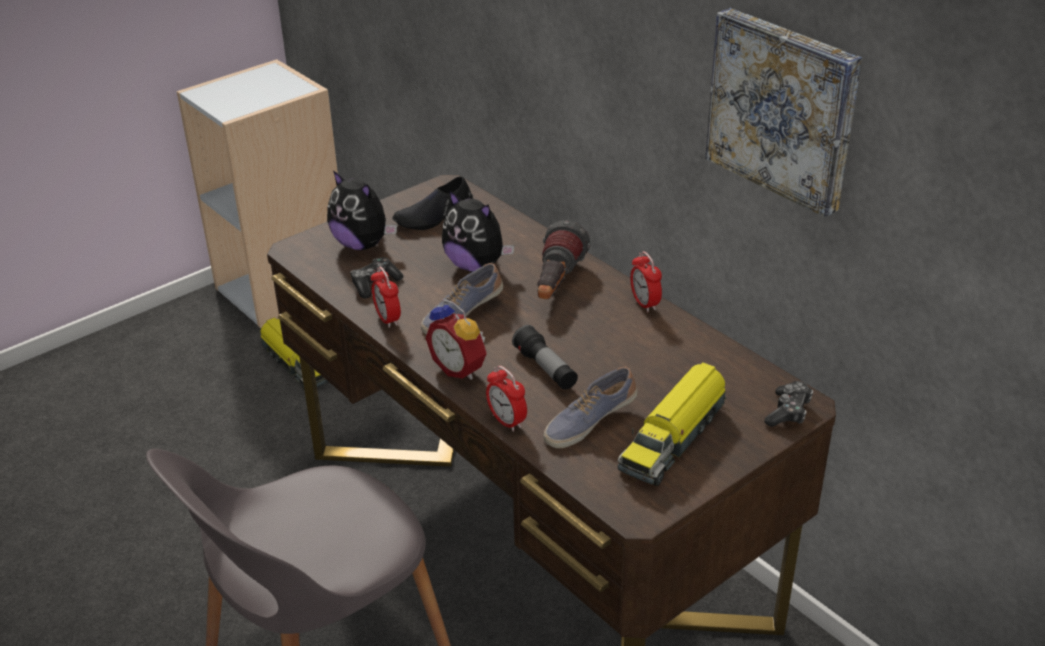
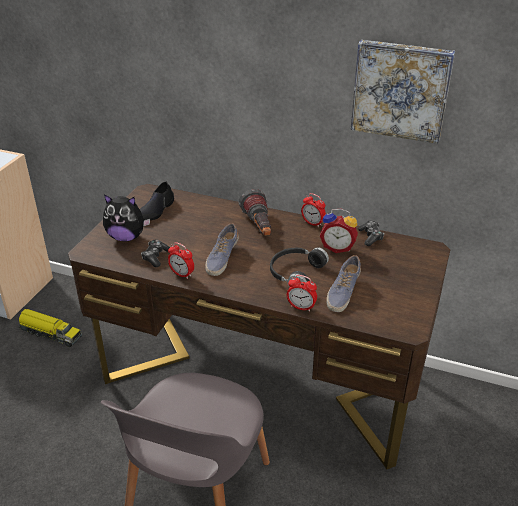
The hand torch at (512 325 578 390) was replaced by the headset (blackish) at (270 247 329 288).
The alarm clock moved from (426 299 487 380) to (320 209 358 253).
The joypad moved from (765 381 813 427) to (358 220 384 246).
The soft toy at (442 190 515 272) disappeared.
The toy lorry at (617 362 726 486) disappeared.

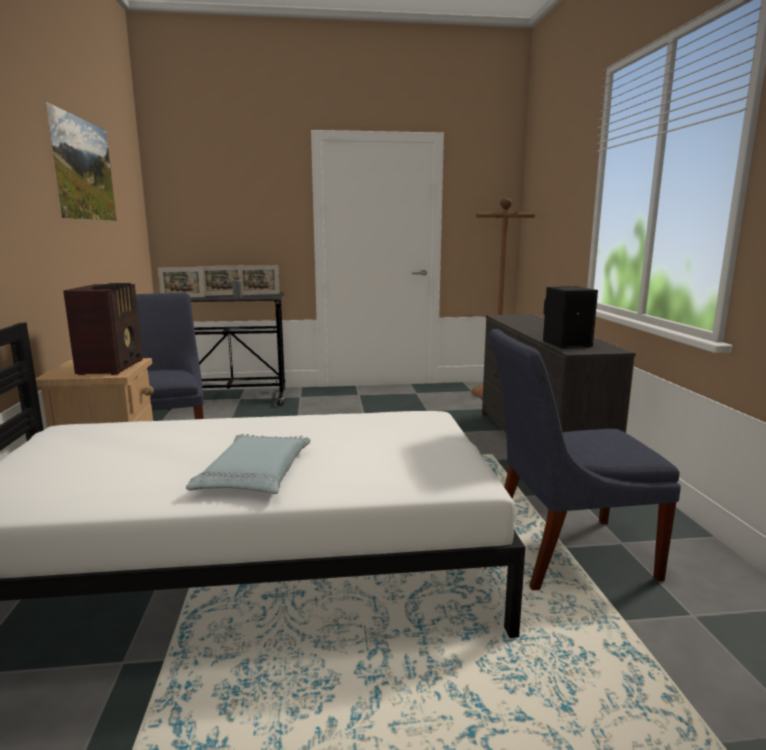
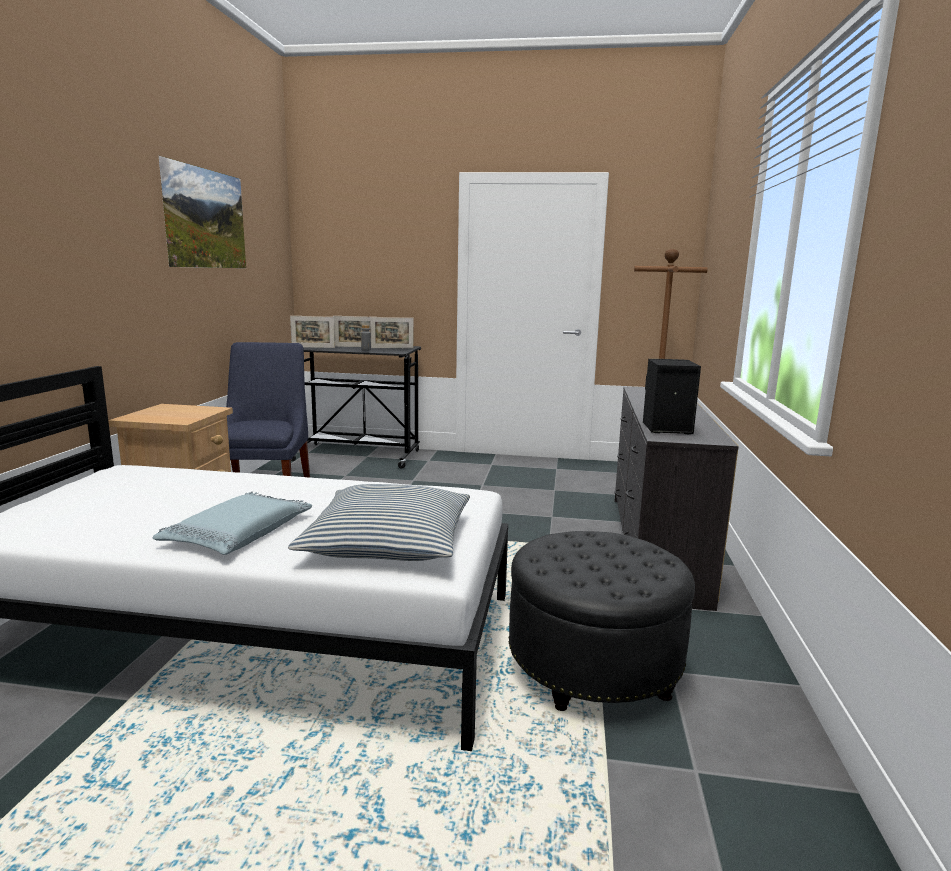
The cushion at (288 484 470 561) appeared.
The upright chair (bluish) at (489 329 681 590) was replaced by the pouffe (blackish) at (509 531 695 711).
The radio at (63 283 143 375) disappeared.

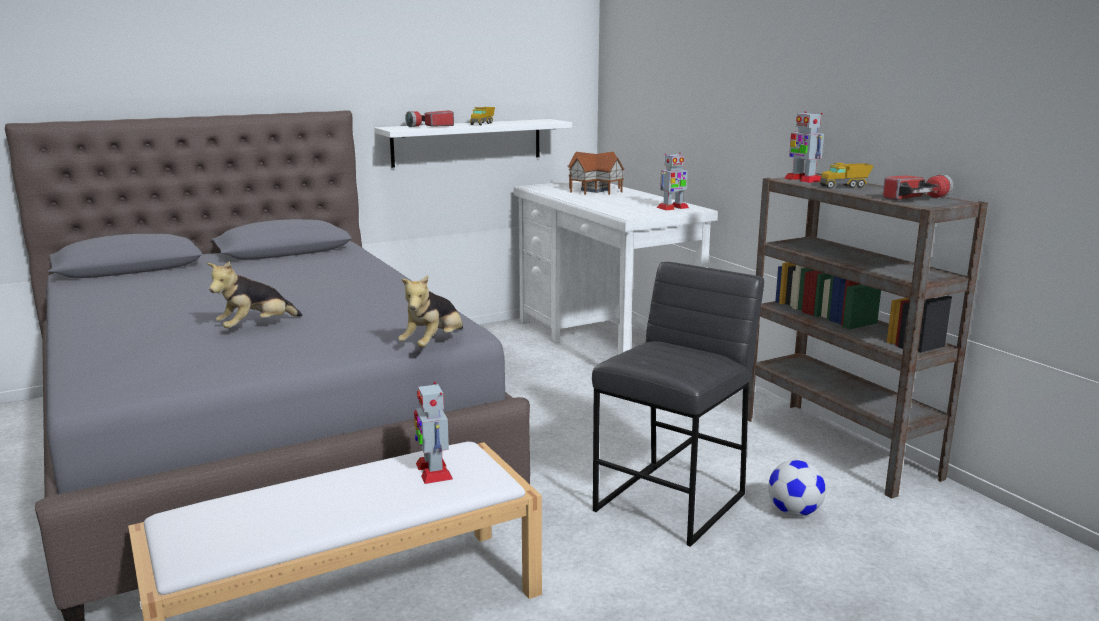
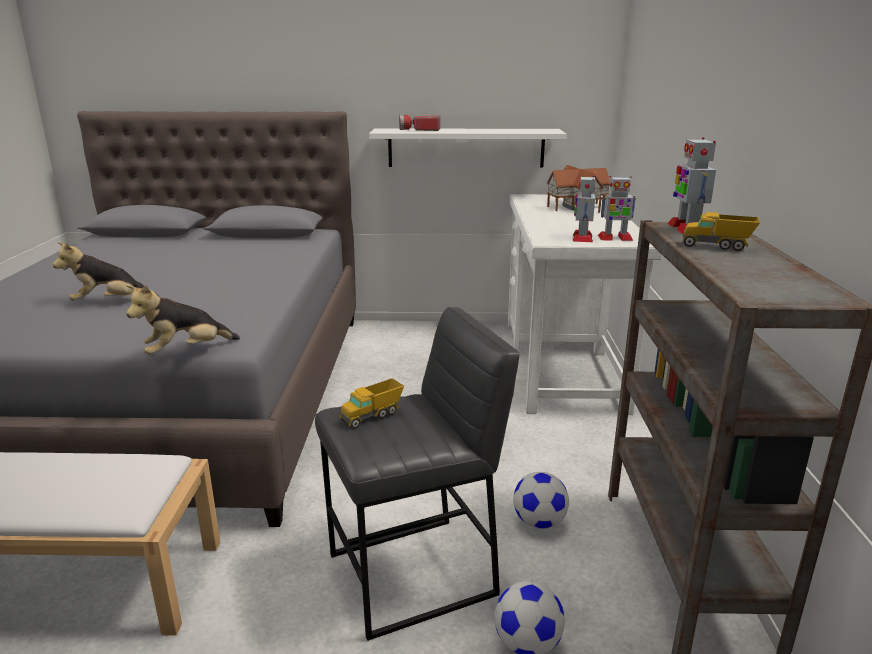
The toy lorry moved from (470 107 495 125) to (340 378 404 429).
The football at (513 472 569 529) appeared.
The toy robot moved from (414 382 453 484) to (573 175 595 242).
The hand torch at (883 174 953 201) disappeared.

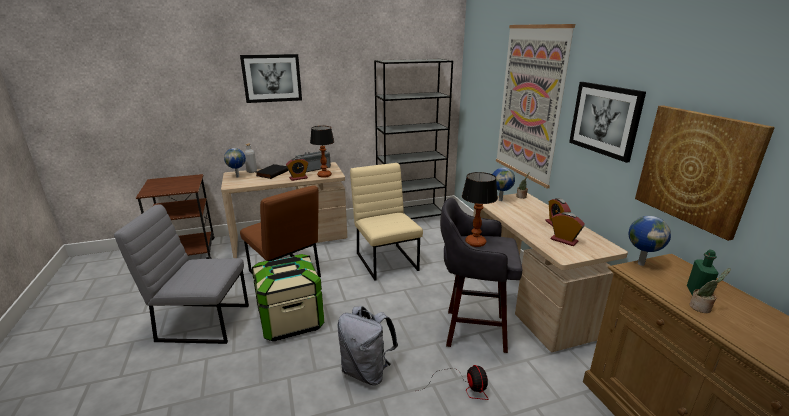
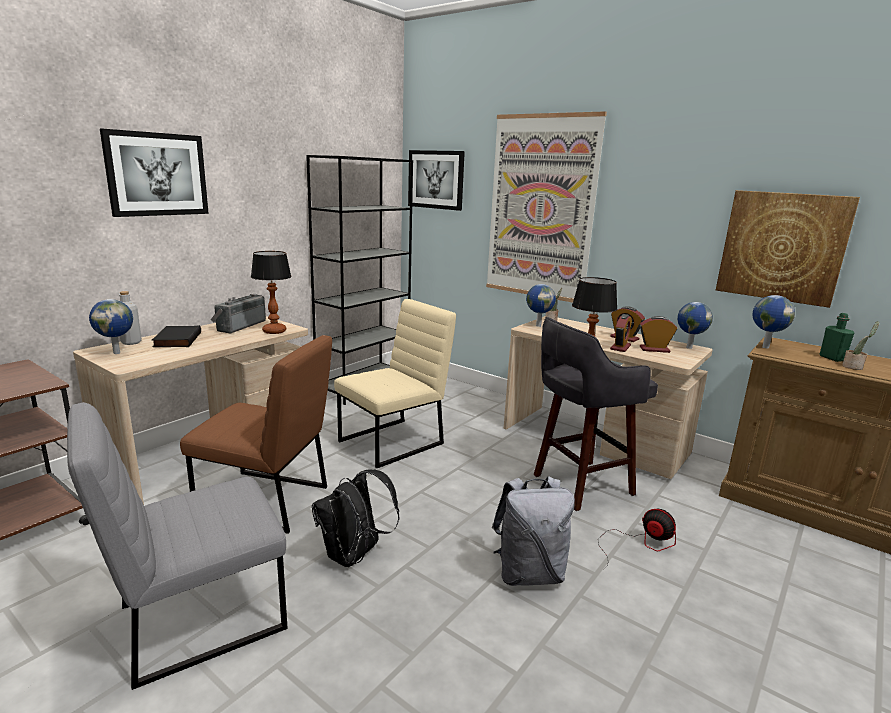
The storage container at (252 254 324 341) was replaced by the backpack (blackish) at (312 469 399 567).
The upright chair (sand-coloured) at (350 163 423 281) turned 105 degrees clockwise.
The wall art moved from (569 82 646 163) to (408 150 465 211).
The alarm clock moved from (286 158 308 181) to (610 314 632 352).
The globe at (677 302 713 349) appeared.

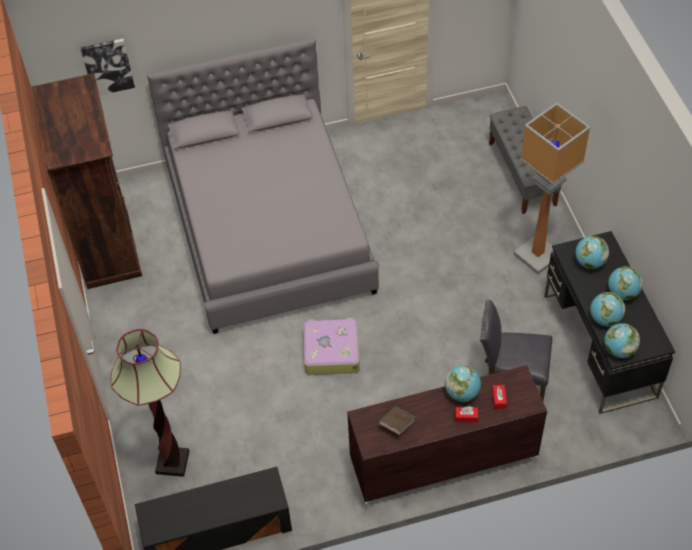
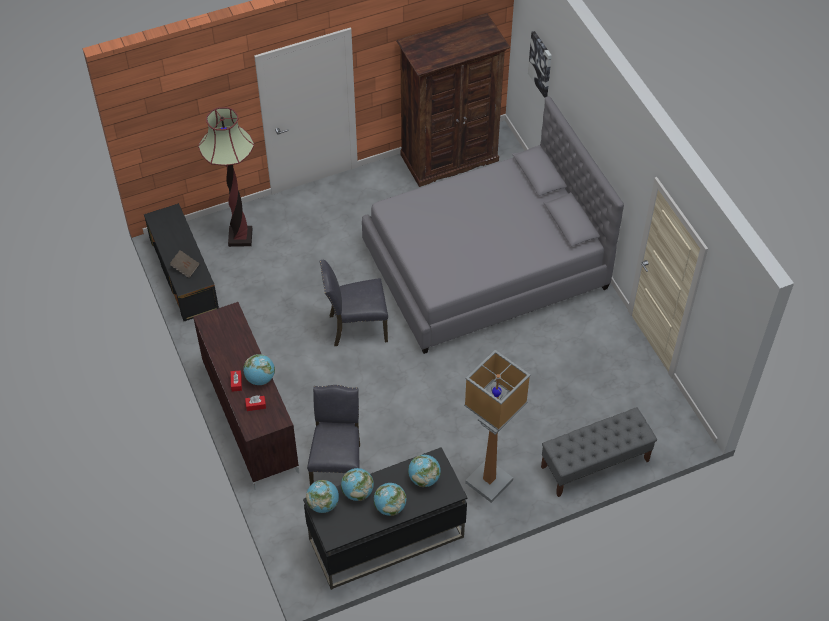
The volume (brown-coloured) moved from (379 406 415 435) to (169 250 200 278).
The suitcase at (304 318 360 375) was replaced by the upright chair (gray) at (319 260 388 346).

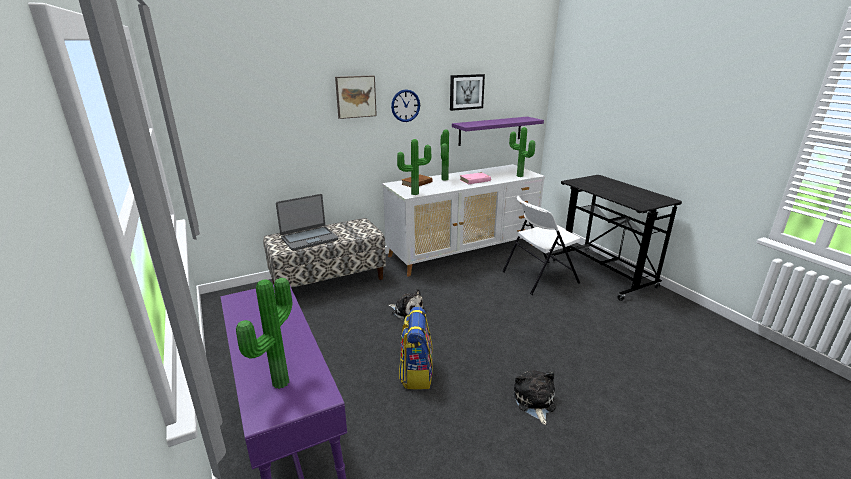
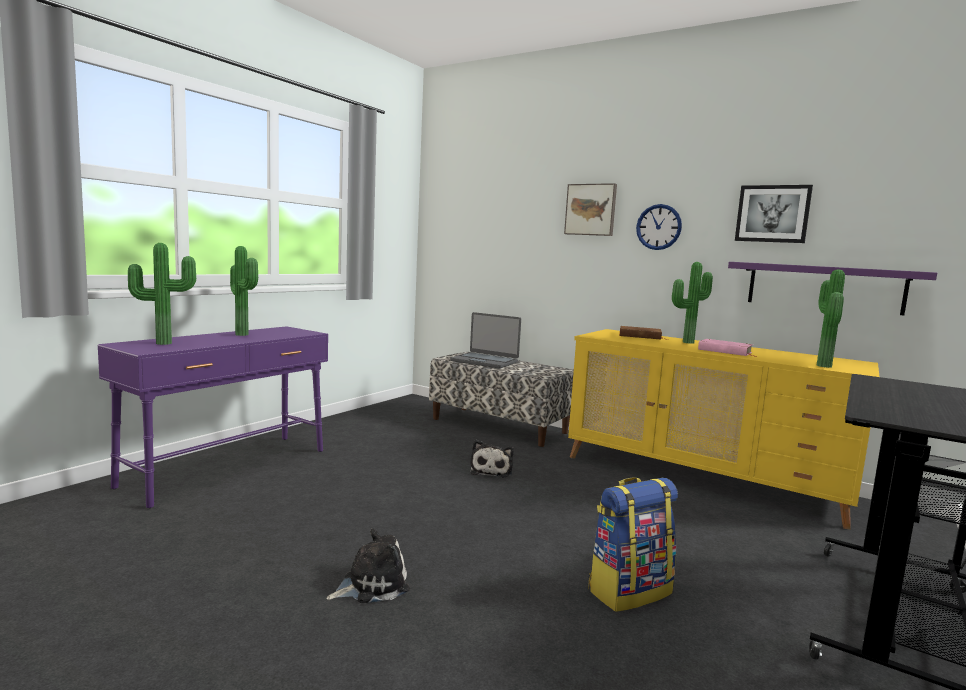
The potted plant moved from (397 139 431 195) to (230 246 258 336).
The chest of drawers (white-coloured) at (382 164 545 277) became the chest of drawers (yellowish) at (568 329 879 530).
The backpack moved from (399 307 433 389) to (588 477 678 612).
The upright chair (white-coloured) at (503 196 580 295) disappeared.

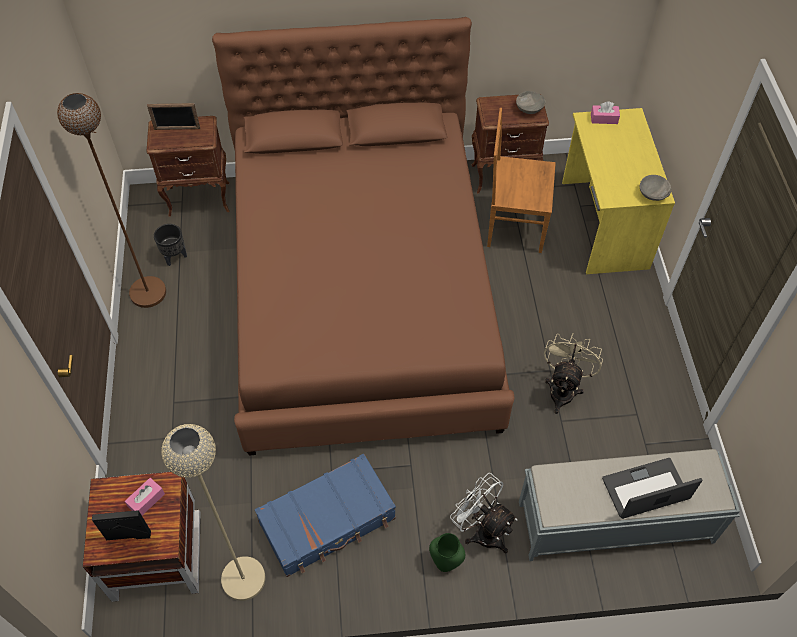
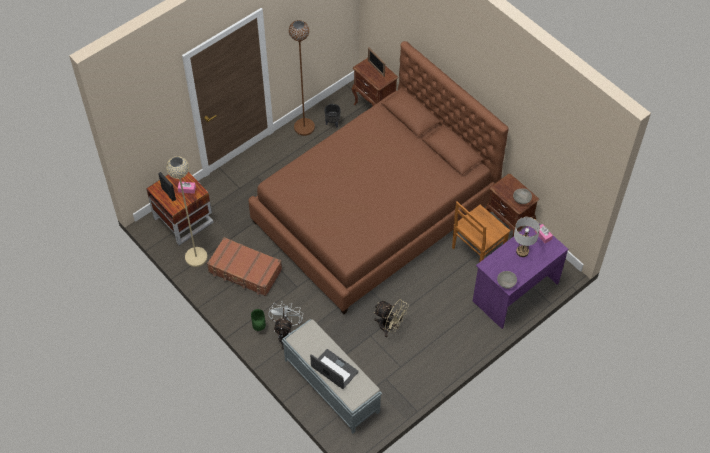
The suitcase (bluish) at (255 454 396 577) became the suitcase (brown-coloured) at (207 237 282 296).
The cooling fan (sand-coloured) at (544 333 603 414) turned 45 degrees clockwise.
The upright chair (brown-coloured) at (487 108 556 253) turned 105 degrees counterclockwise.
The desk (yellowish) at (562 108 675 274) became the desk (purple-coloured) at (473 223 568 329).
The tabletop lamp at (514 217 540 257) appeared.

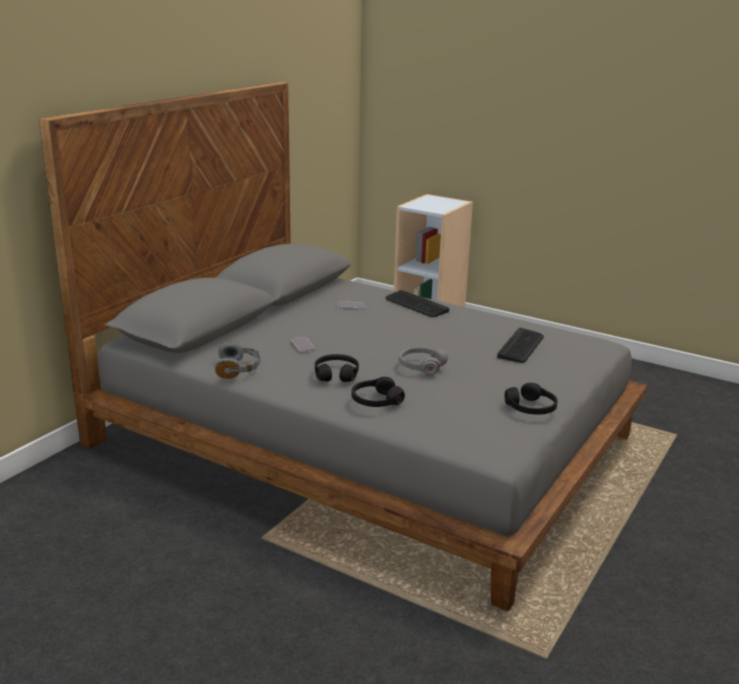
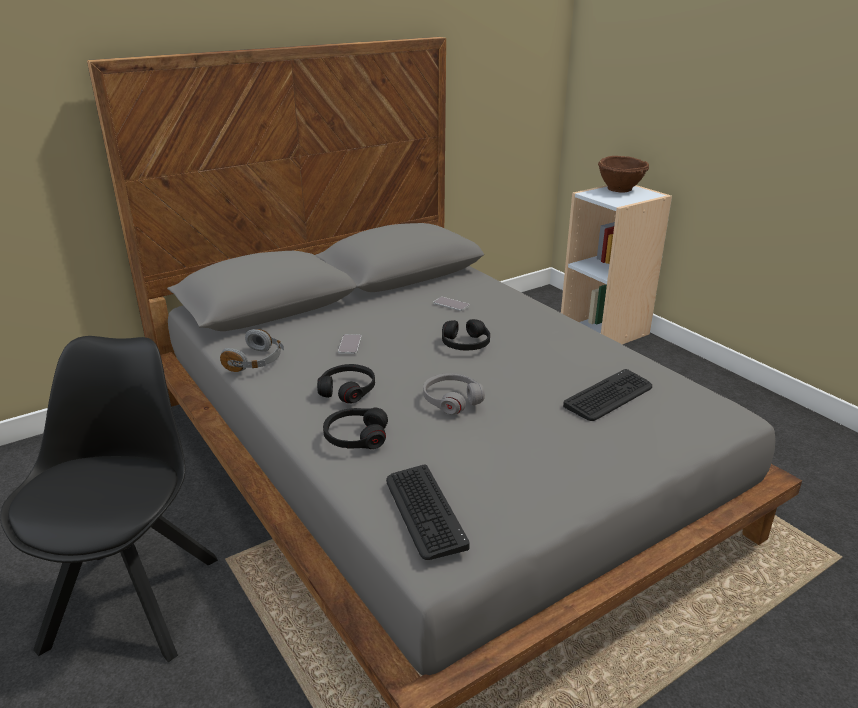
The upright chair (blackish) at (0 336 218 662) appeared.
The computer keyboard moved from (386 290 449 317) to (386 464 470 560).
The headset (blackish) moved from (505 383 558 415) to (442 319 490 350).
The serving bowl (brown-coloured) at (598 156 649 192) appeared.

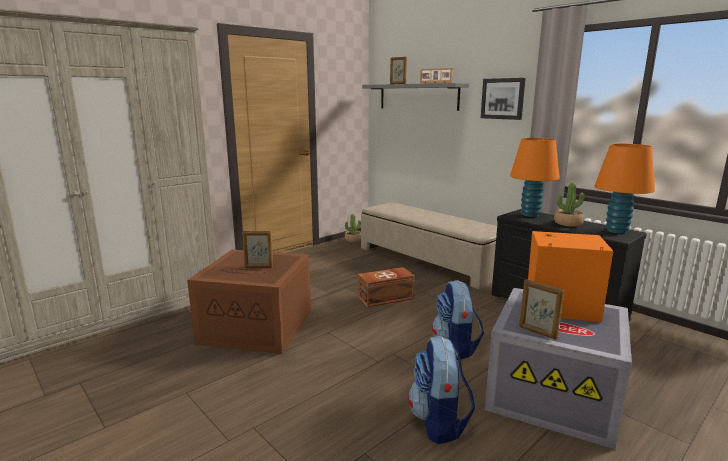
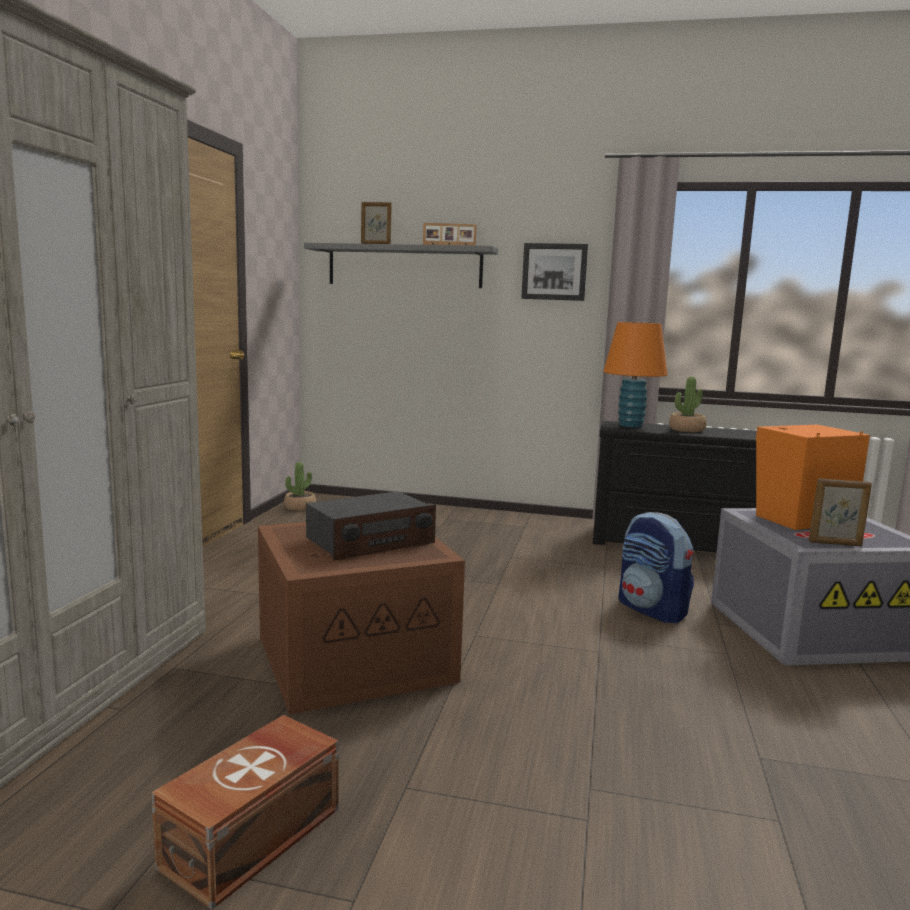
The storage container (brown-coloured) moved from (358 267 415 307) to (151 715 339 910).
The standing frame at (242 231 273 268) was replaced by the radio at (306 491 436 561).
The indoor bench (sand-coloured) at (361 203 497 289) disappeared.
The backpack at (408 336 475 444) disappeared.
The tabletop lamp (orangey) at (595 144 655 234) disappeared.

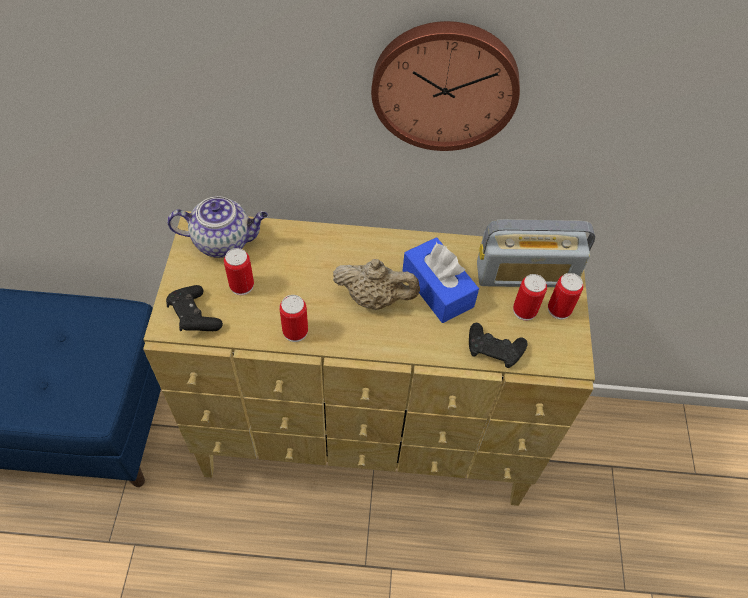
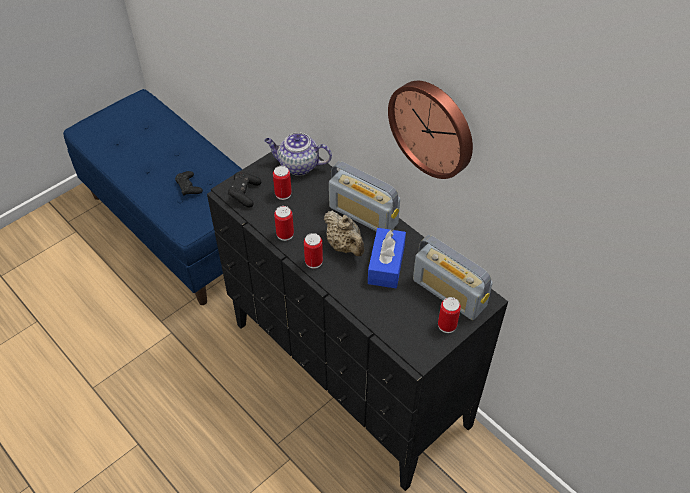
The joypad (blackish) moved from (469 323 527 368) to (175 171 203 196).
The chest of drawers (sand-coloured) at (143 211 595 506) became the chest of drawers (blackish) at (207 152 508 491).
The teapot at (167 196 268 258) turned 150 degrees clockwise.
The sealed can moved from (513 274 547 321) to (304 233 323 269).
The radio at (329 161 400 231) appeared.

